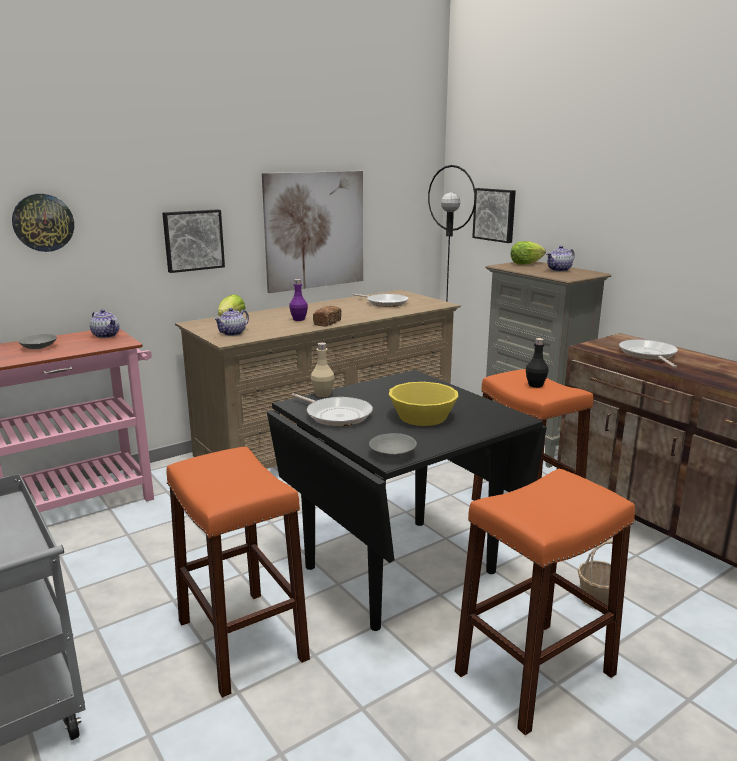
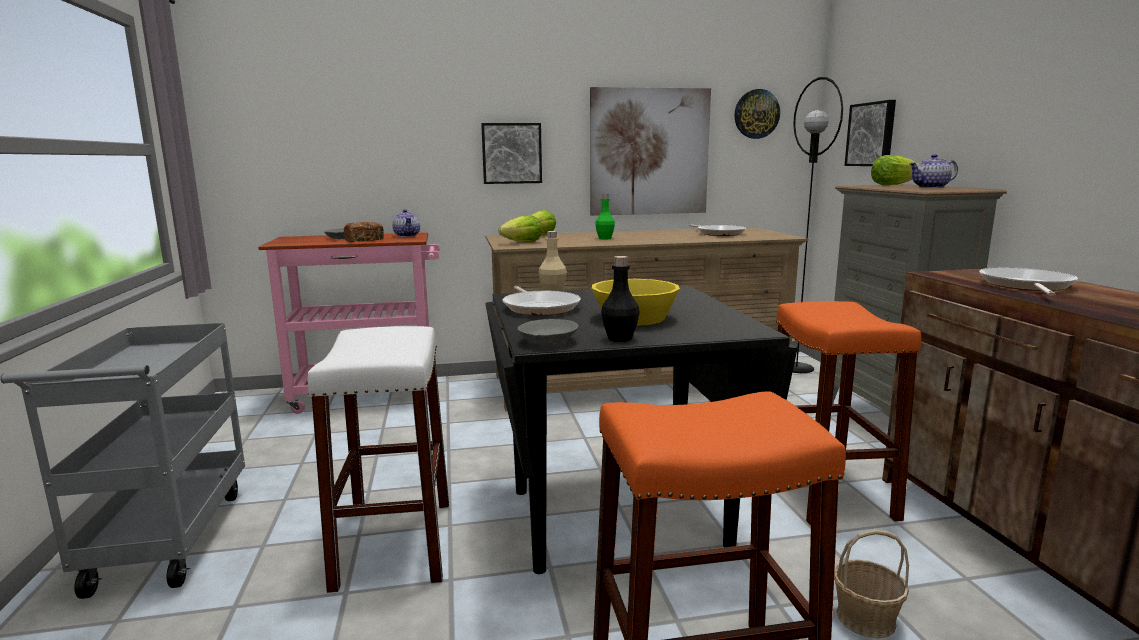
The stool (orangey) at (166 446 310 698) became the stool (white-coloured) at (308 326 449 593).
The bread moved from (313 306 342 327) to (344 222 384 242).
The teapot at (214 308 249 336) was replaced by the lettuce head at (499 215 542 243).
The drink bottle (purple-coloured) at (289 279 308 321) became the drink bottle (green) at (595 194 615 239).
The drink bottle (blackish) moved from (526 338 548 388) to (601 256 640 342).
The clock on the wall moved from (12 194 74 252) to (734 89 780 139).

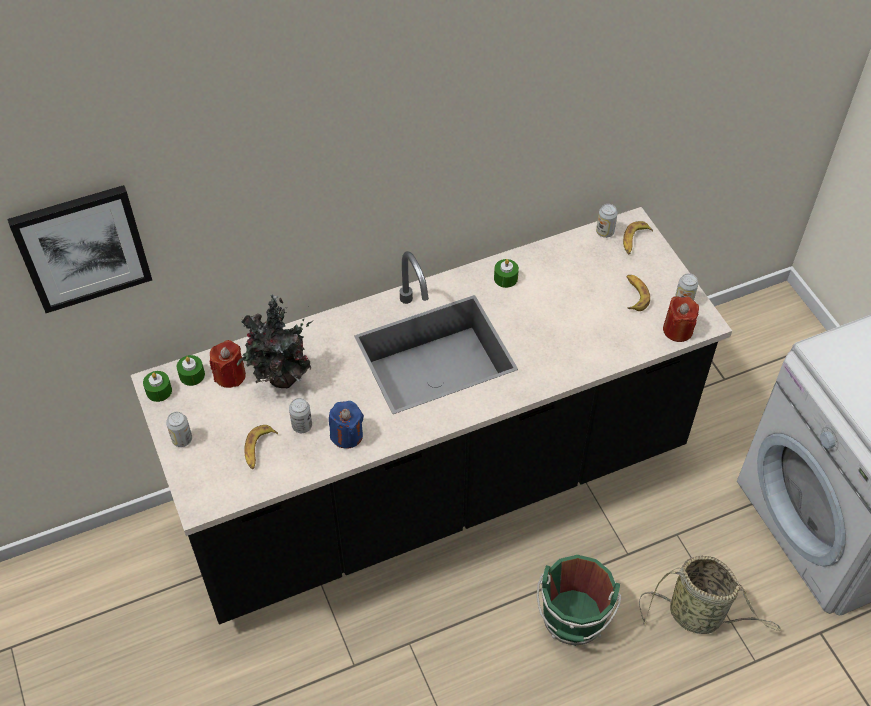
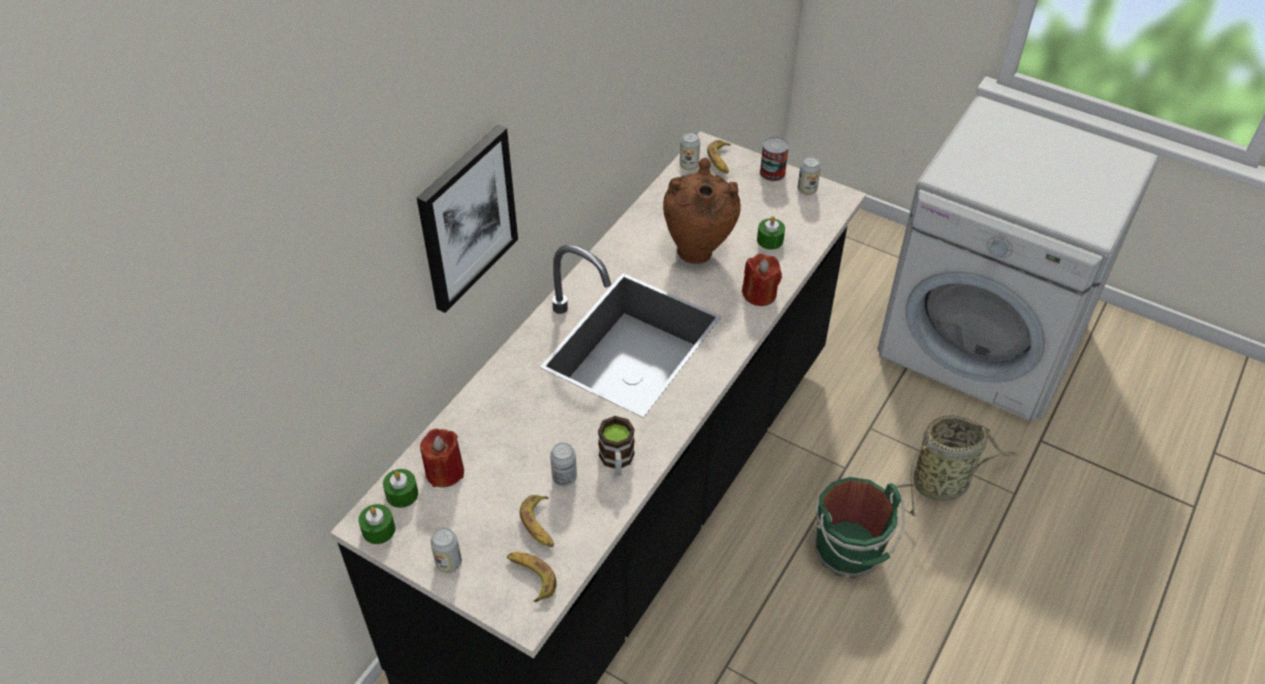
The wall art moved from (7 185 152 313) to (417 125 518 313).
The whole banana moved from (626 275 650 311) to (507 552 557 602).
The wax candle (bluish) at (329 401 364 449) was replaced by the coffee mug at (598 416 635 476).
The flower vase (brown-coloured) at (663 158 741 264) appeared.
The wax candle (reddish) moved from (663 296 699 342) to (742 253 782 306).
The wax candle (green) moved from (494 259 519 288) to (757 216 785 250).
The sealed can at (760 136 789 181) appeared.
The potted plant at (237 294 313 388) disappeared.

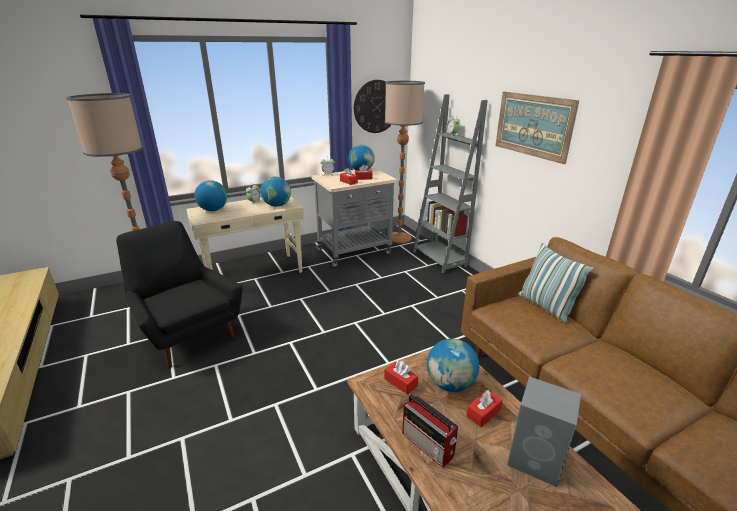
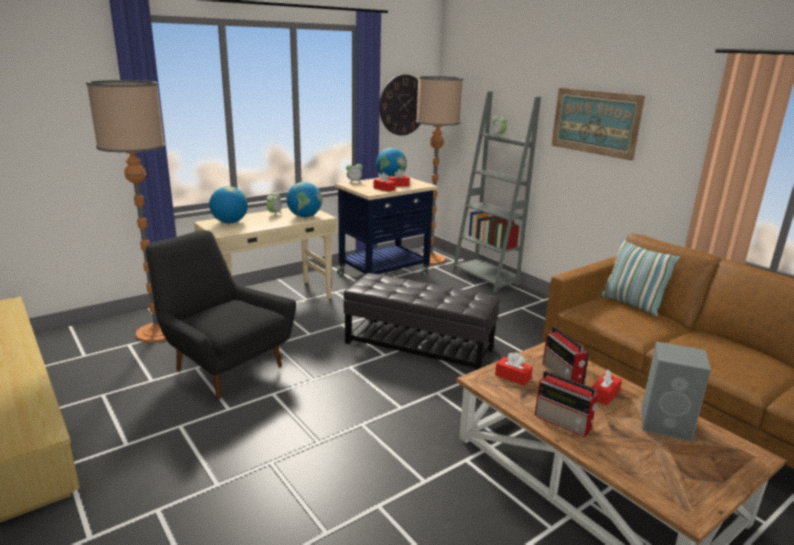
The cart (gray) at (311 167 397 267) became the cart (bluish) at (335 175 438 276).
The pouffe (blackish) at (343 273 500 370) appeared.
The globe at (427 339 479 392) was replaced by the radio at (543 326 589 384).

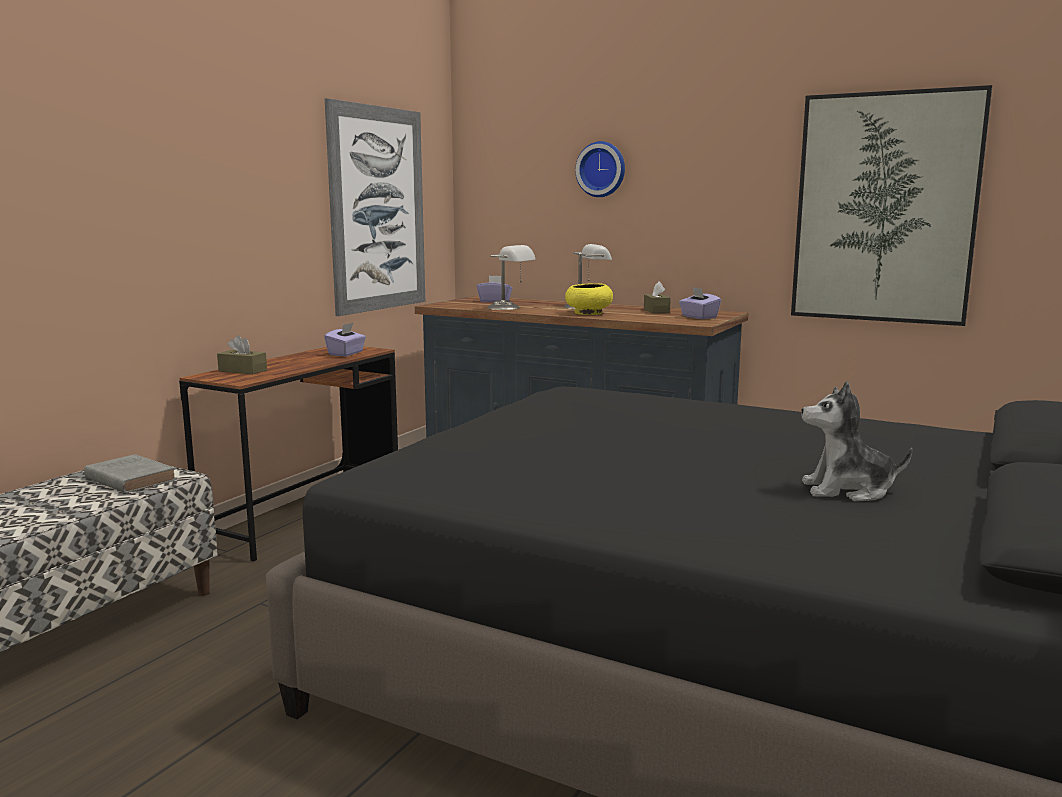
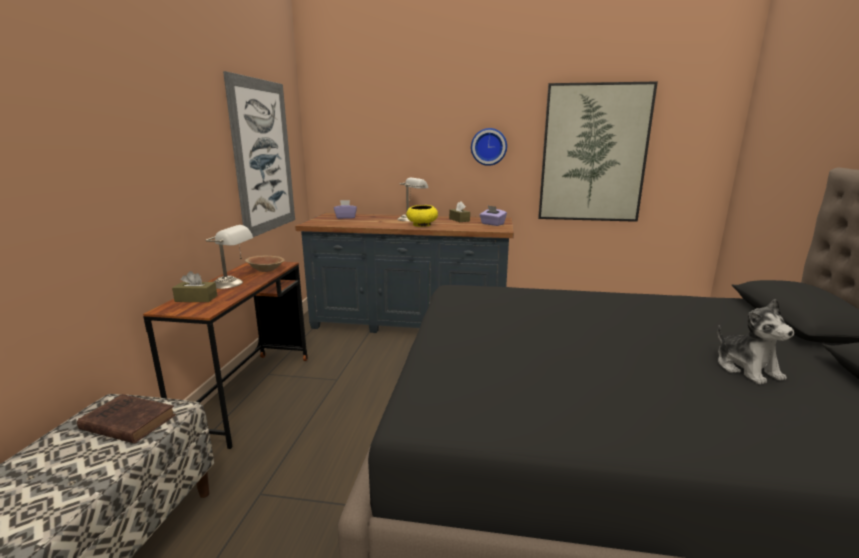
The volume (gray) at (84 454 177 493) became the volume (brown-coloured) at (77 394 176 443).
The tabletop lamp (white-coloured) moved from (487 245 535 310) to (205 225 253 289).
The box of tissues (purple-coloured) at (324 322 366 356) was replaced by the serving bowl (brown-coloured) at (245 256 285 272).
The clock on the wall moved from (575 141 625 197) to (471 128 507 166).
The soft toy at (801 381 913 502) turned 90 degrees counterclockwise.

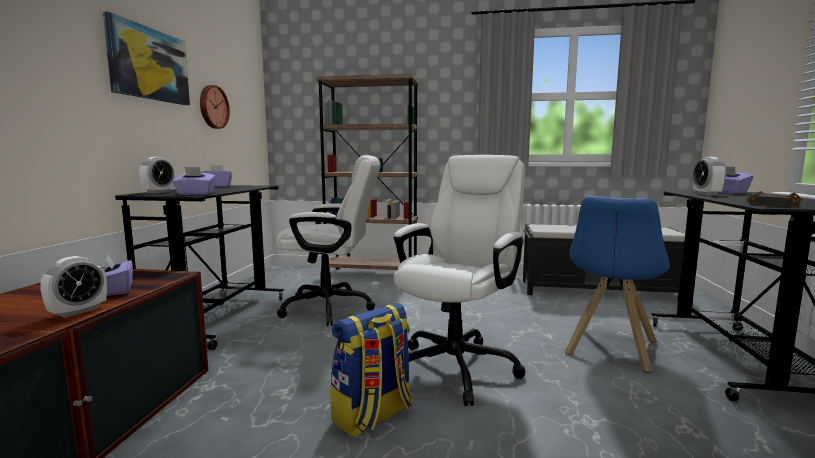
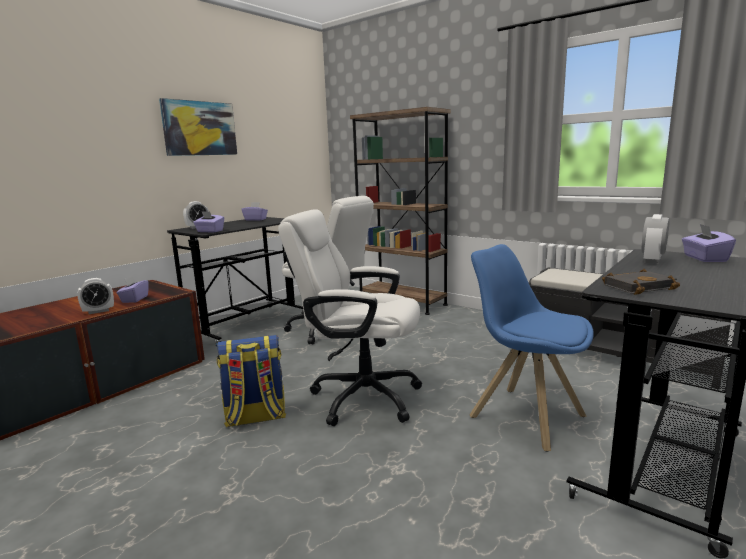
The desk chair (white-coloured) at (394 155 526 406) turned 135 degrees counterclockwise.
The upright chair (bluish) at (564 196 670 373) turned 75 degrees clockwise.
The clock on the wall at (200 85 230 129) disappeared.

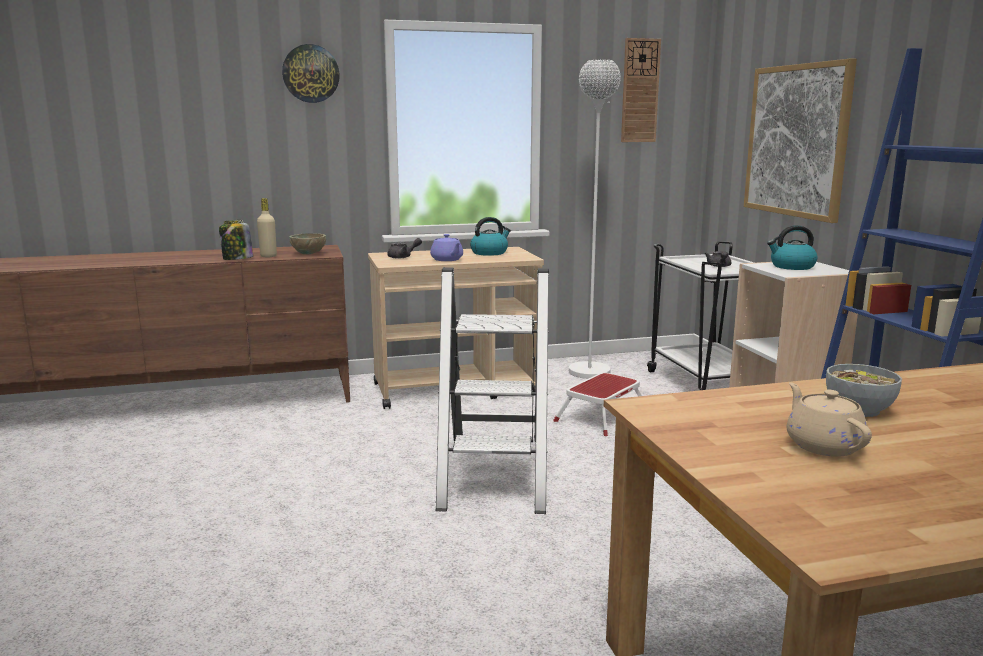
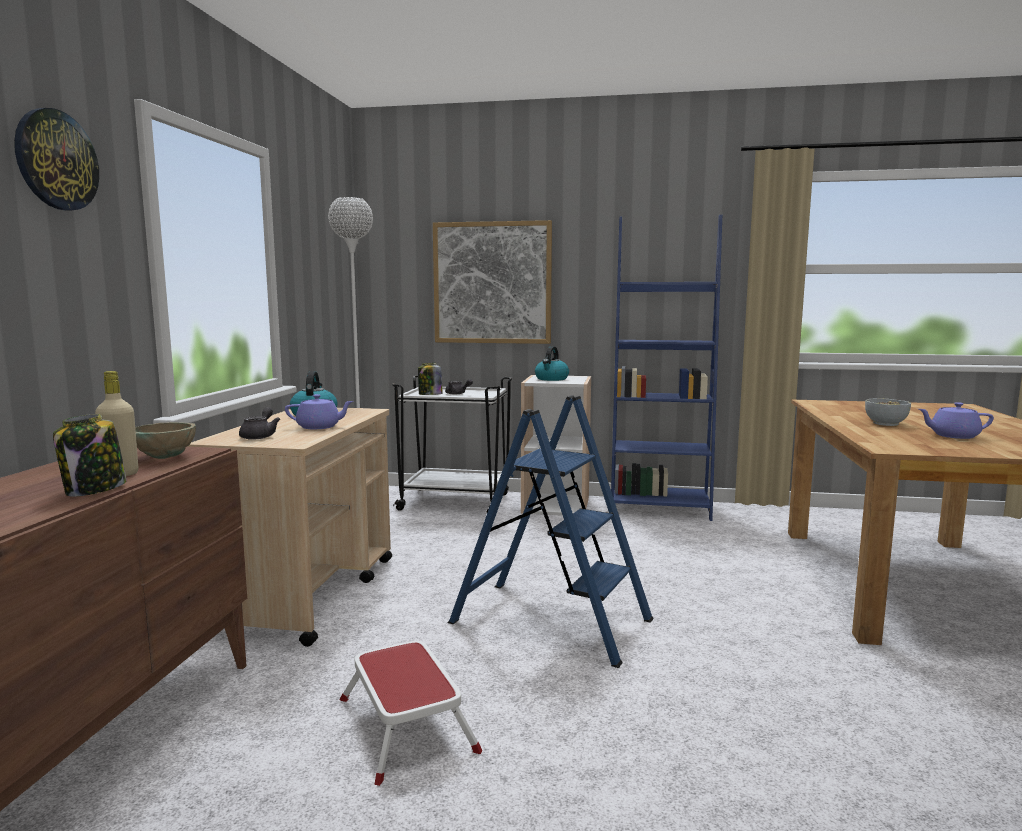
The step ladder (reddish) moved from (553 372 642 436) to (340 641 482 786).
The preserve jar at (418 363 442 395) appeared.
The step ladder (gray) at (436 267 549 514) became the step ladder (bluish) at (447 395 654 668).
The teapot (sand-coloured) at (787 382 872 457) became the teapot (purple-coloured) at (919 402 994 439).
The clock on the wall at (621 38 661 142) disappeared.

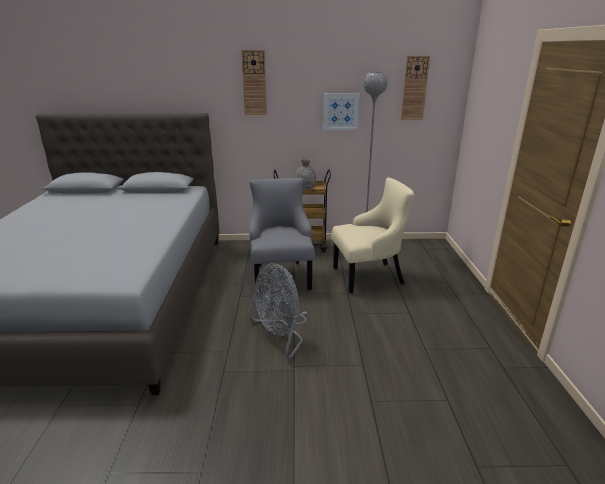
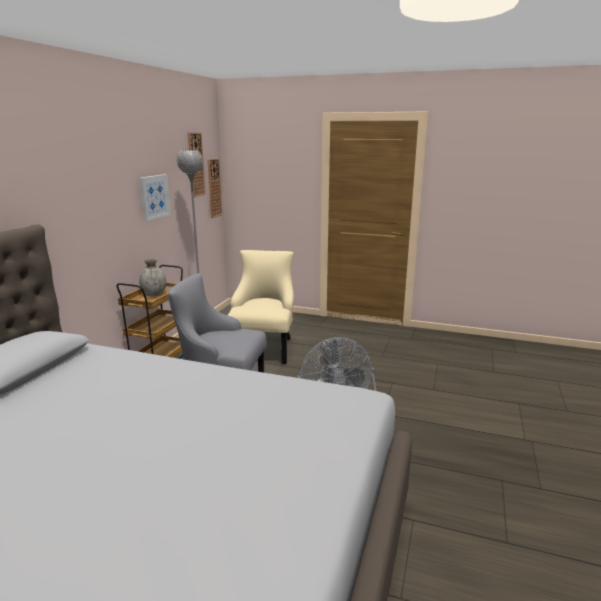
The clock on the wall moved from (241 50 267 115) to (207 158 222 218).

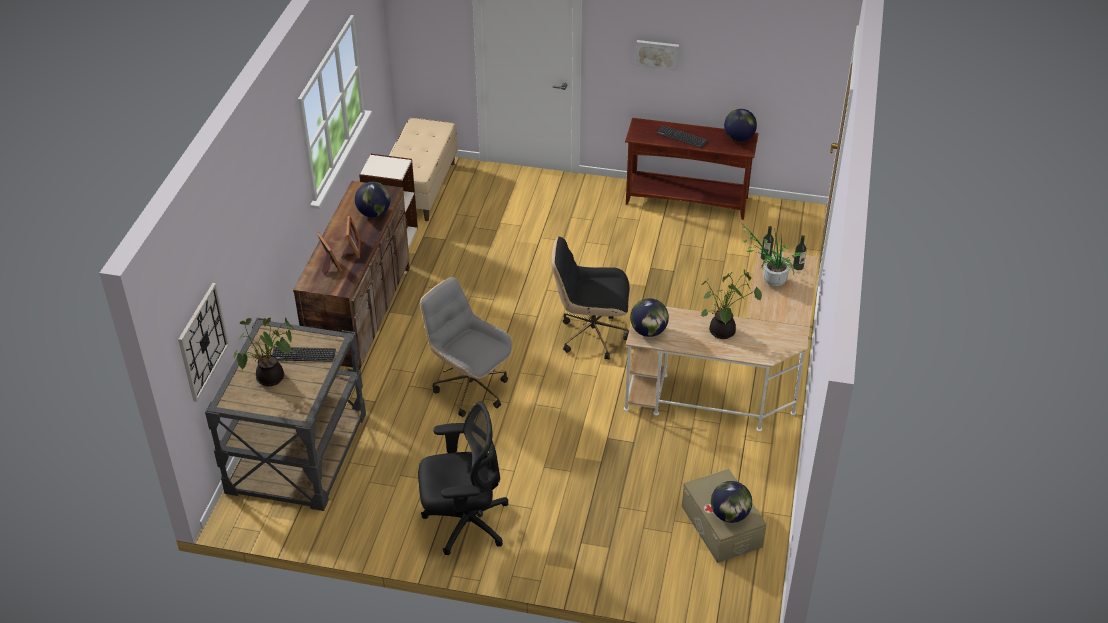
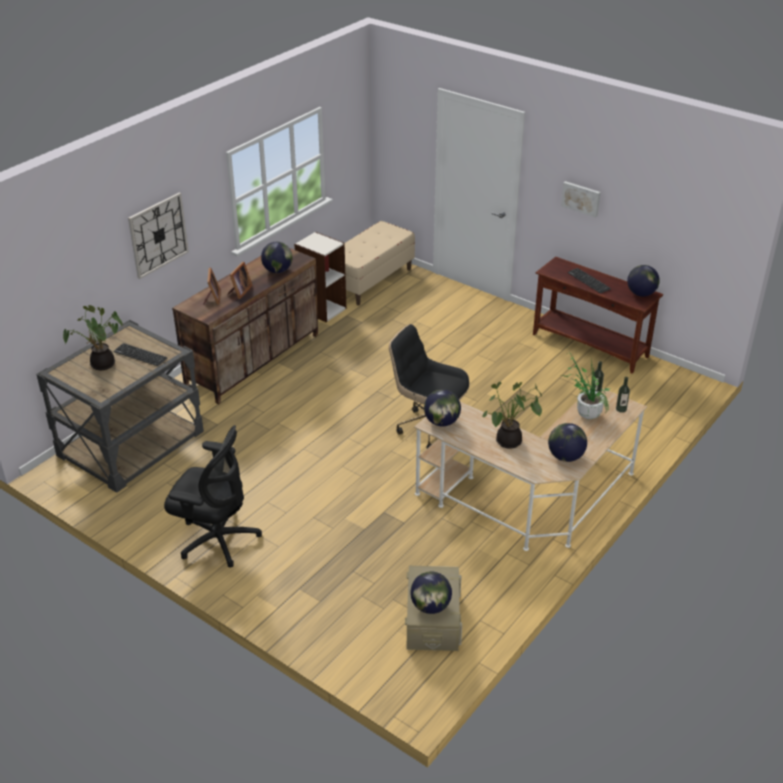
The clock on the wall moved from (178 283 229 402) to (128 193 189 279).
The globe at (548 423 587 462) appeared.
The desk chair (gray) at (420 277 512 417) disappeared.

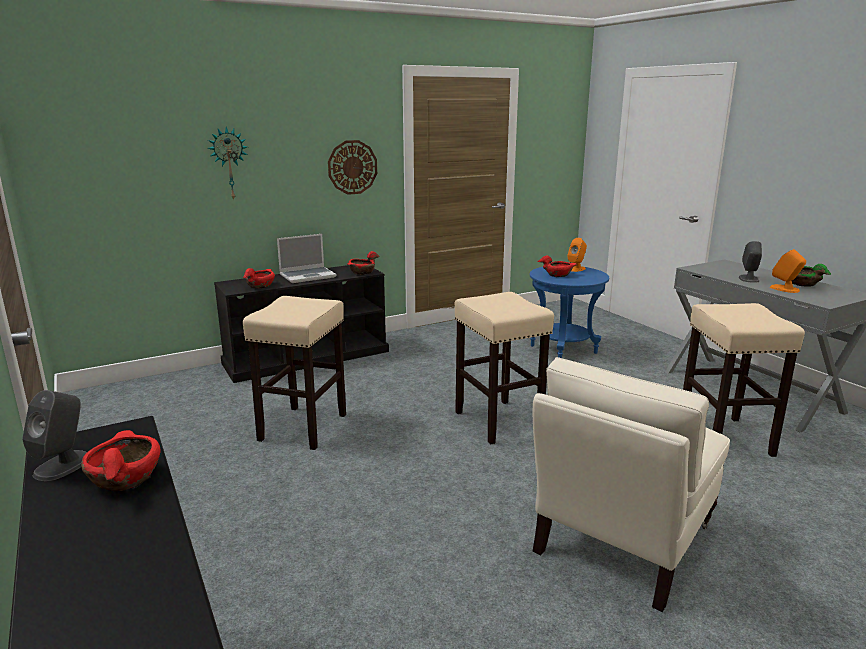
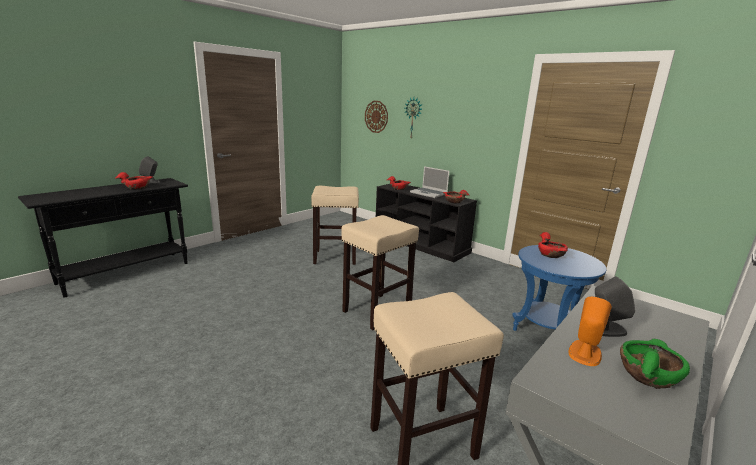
The clock on the wall moved from (328 140 377 195) to (365 101 388 133).
The easy chair (sand-coloured) at (532 357 730 612) disappeared.
The speaker (orangey) at (567 238 587 272) disappeared.

